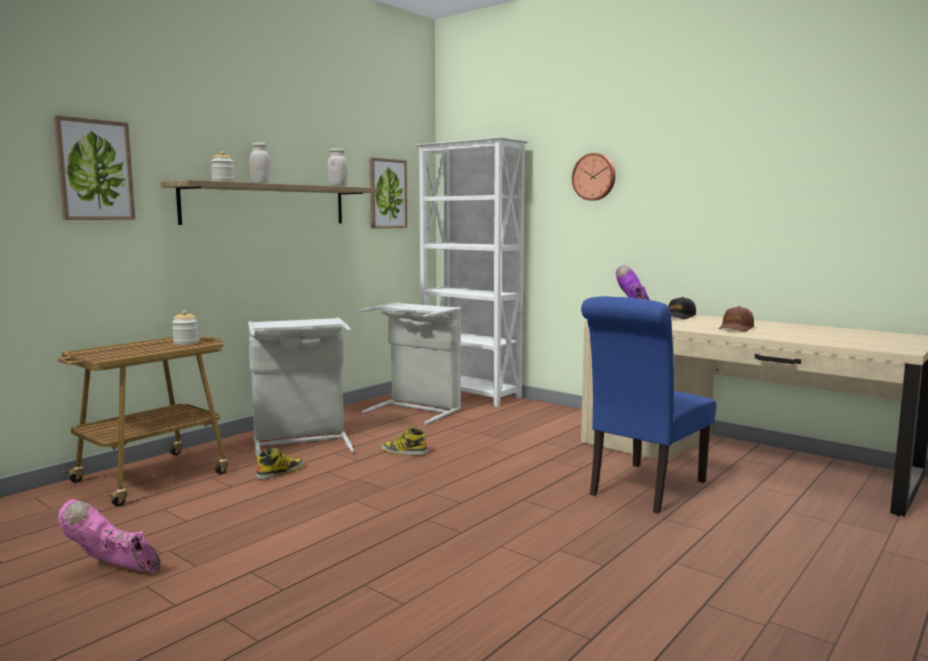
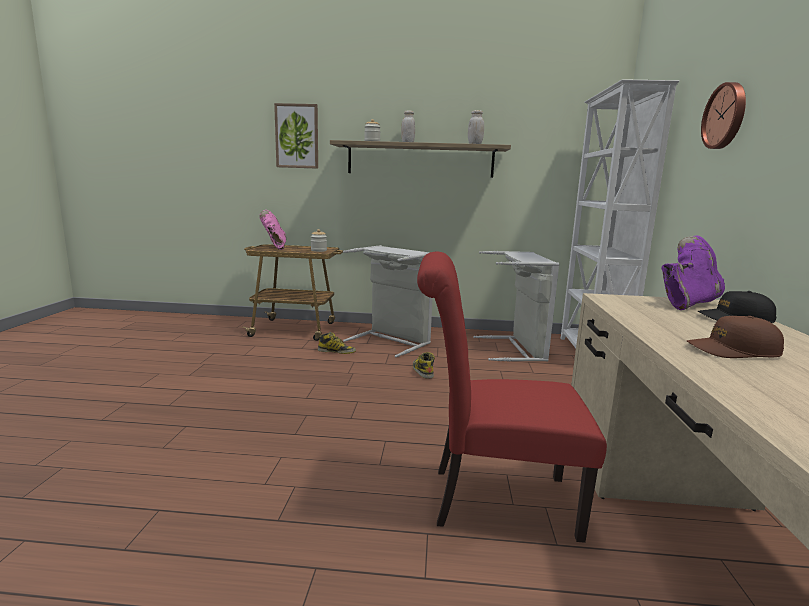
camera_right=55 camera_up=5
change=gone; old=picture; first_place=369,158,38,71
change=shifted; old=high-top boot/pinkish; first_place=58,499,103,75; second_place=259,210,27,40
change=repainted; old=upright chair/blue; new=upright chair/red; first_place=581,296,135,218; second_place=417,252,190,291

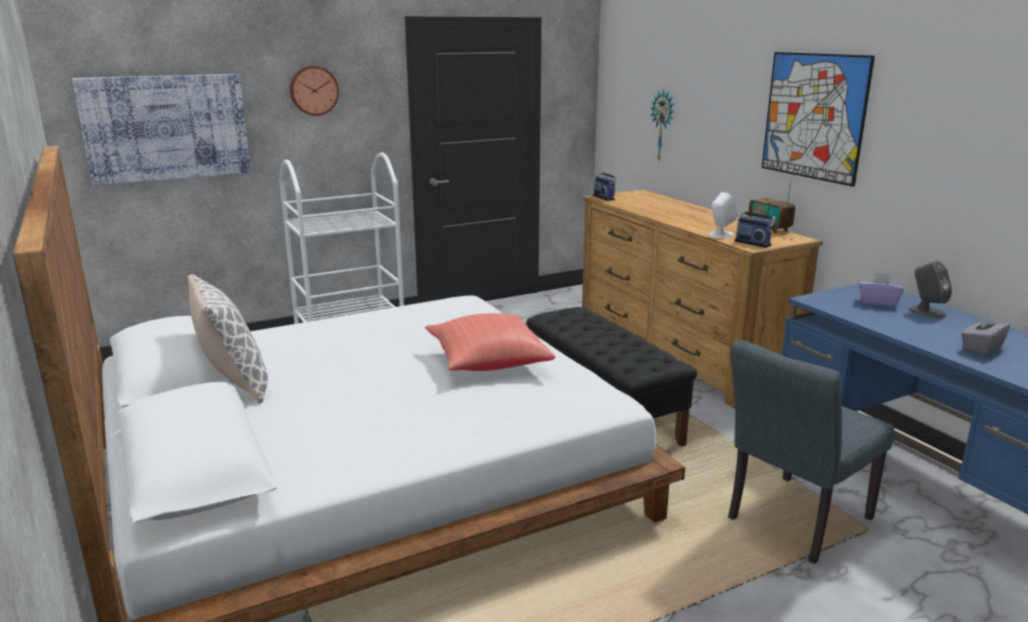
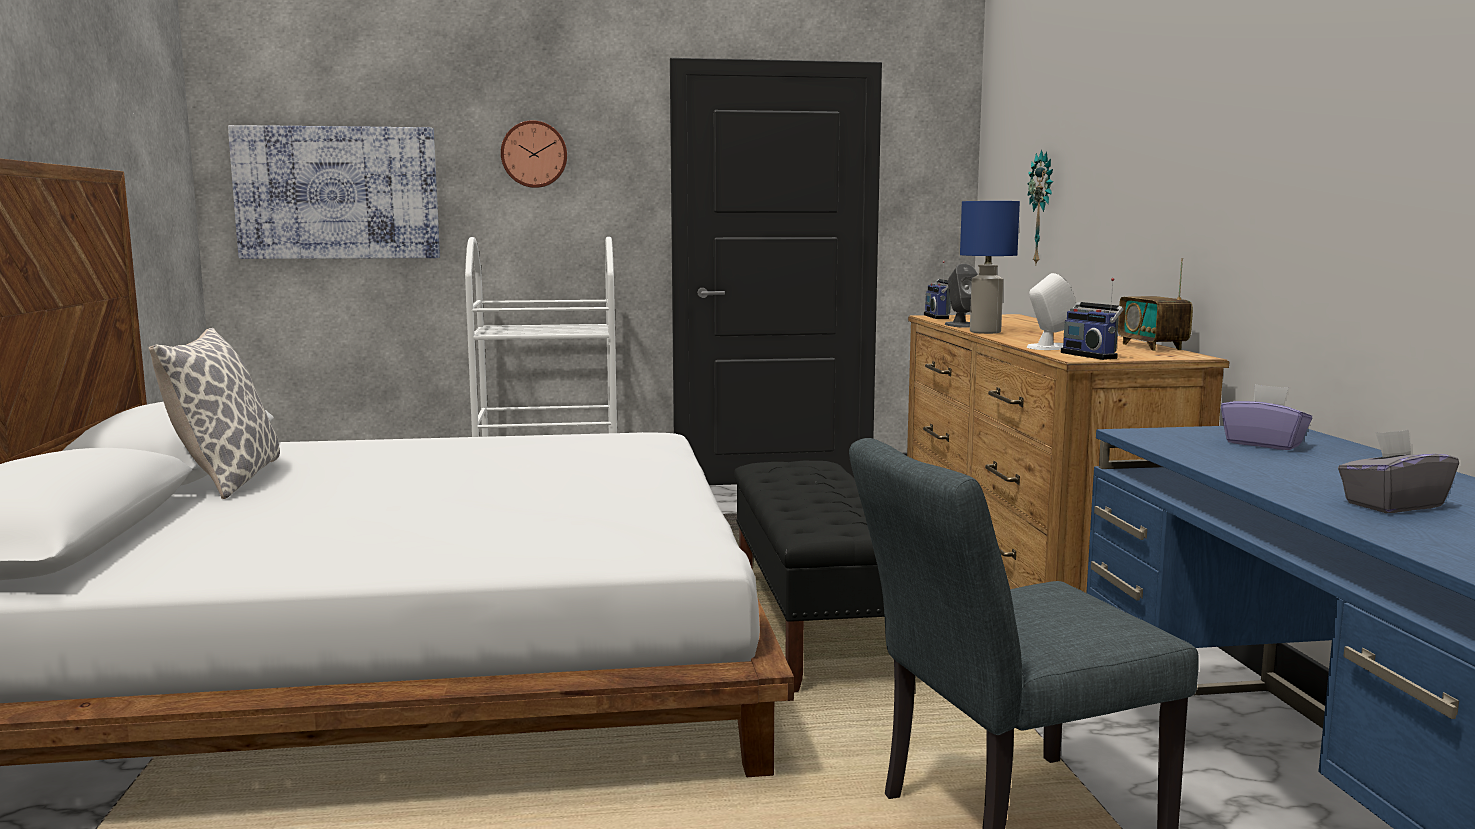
camera_right=20 camera_up=-10
change=gone; old=pillow/red; first_place=425,313,130,58
change=gone; old=picture; first_place=762,52,113,135
change=new; new=table lamp/blue; second_place=960,201,60,133
change=shifted; old=speaker/gray; first_place=908,261,44,57; second_place=945,264,33,64

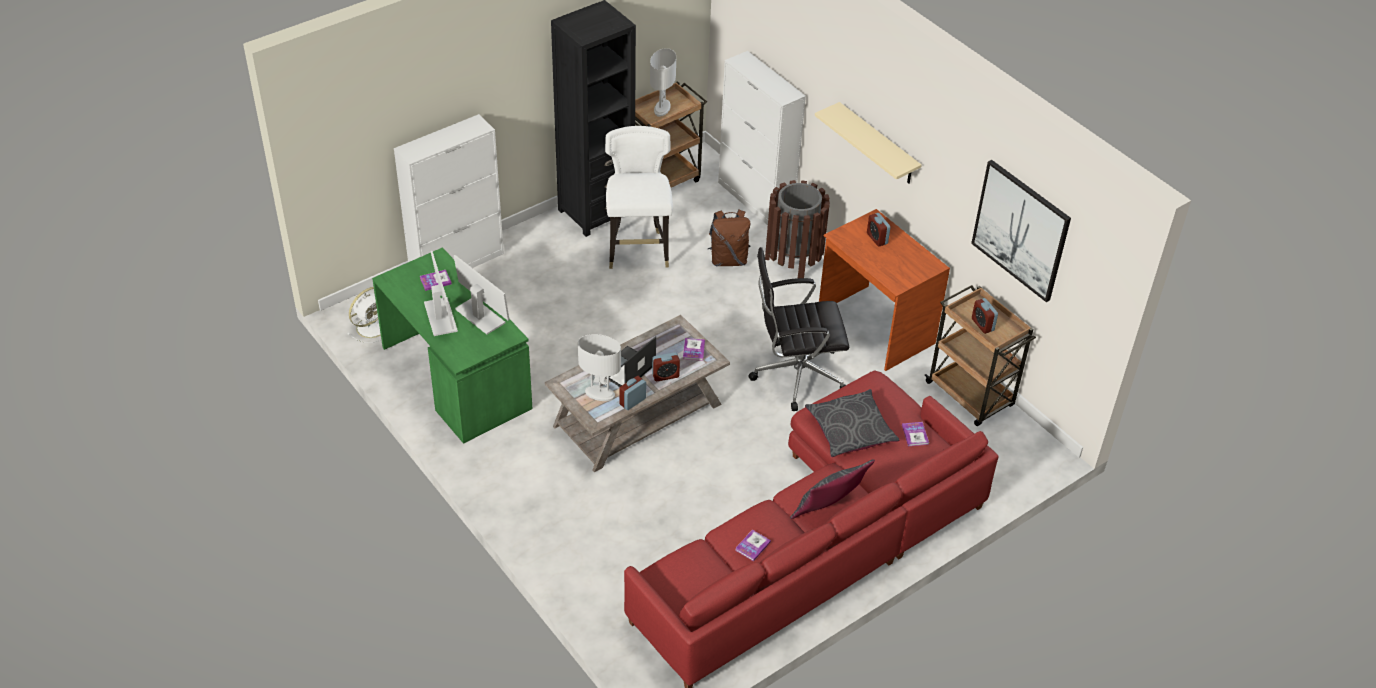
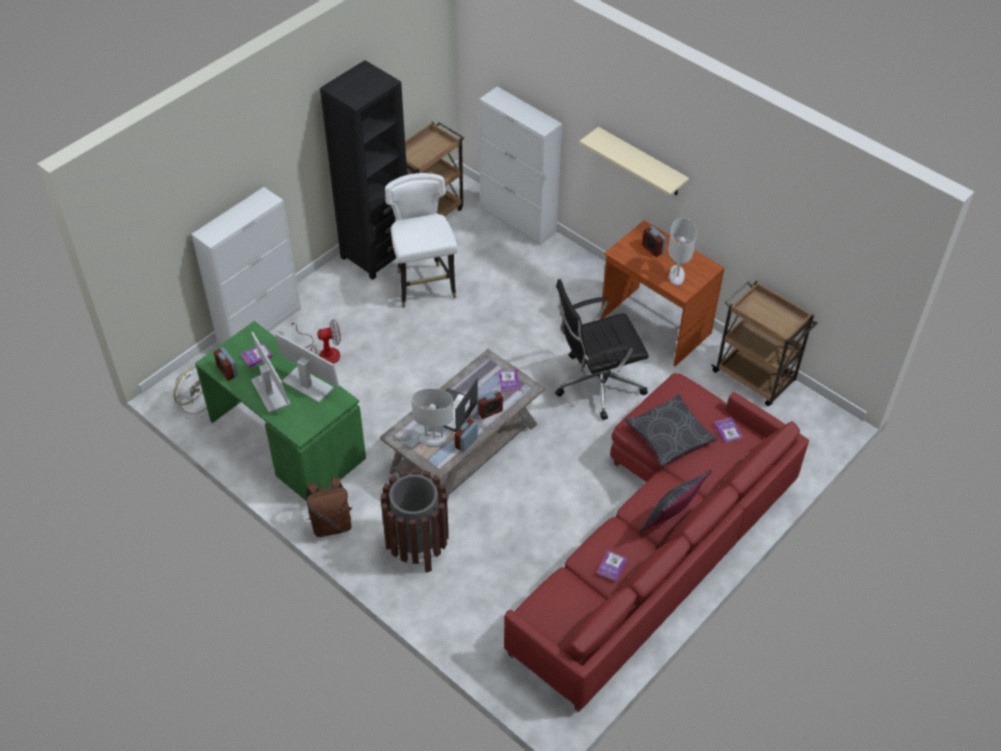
camera_right=-10 camera_up=5
change=gone; old=picture; first_place=971,160,100,142
change=new; new=electric fan; second_place=291,319,50,45
change=shifted; old=table lamp/whitish; first_place=650,48,26,69; second_place=668,218,29,68
change=shifted; old=knapsack/brown-coloured; first_place=708,210,43,57; second_place=306,477,46,60
change=shifted; old=waste bin/brown-coloured; first_place=765,180,65,98; second_place=380,469,69,104
change=shifted; old=alarm clock; first_place=972,298,26,36; second_place=214,347,24,34

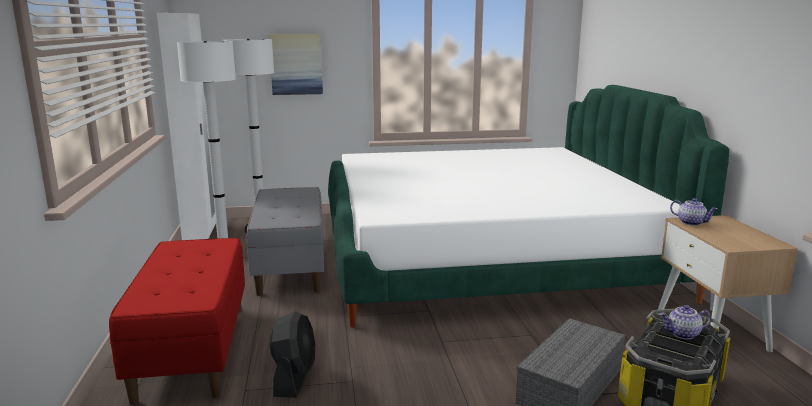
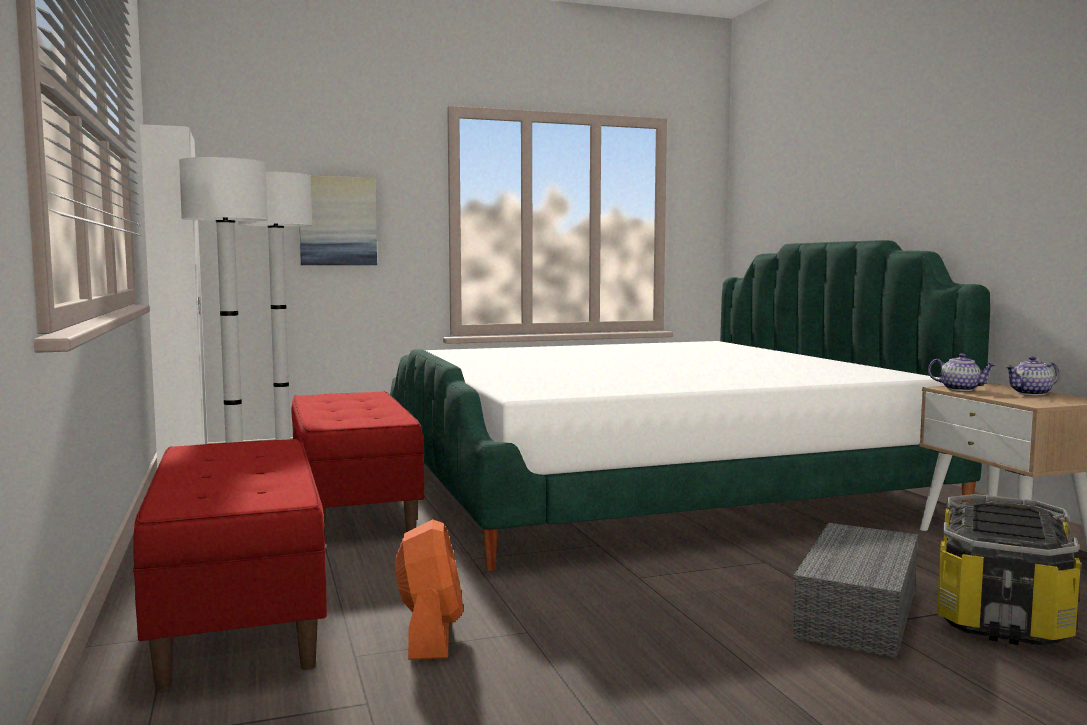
camera_right=-10 camera_up=-10
change=shifted; old=tea pot; first_place=660,305,51,35; second_place=1006,356,53,39
change=repainted; old=bench/gray; new=bench/red; first_place=247,187,77,109; second_place=292,391,132,146
change=repainted; old=electric fan/black; new=electric fan/orange-coloured; first_place=270,311,45,87; second_place=395,520,68,140

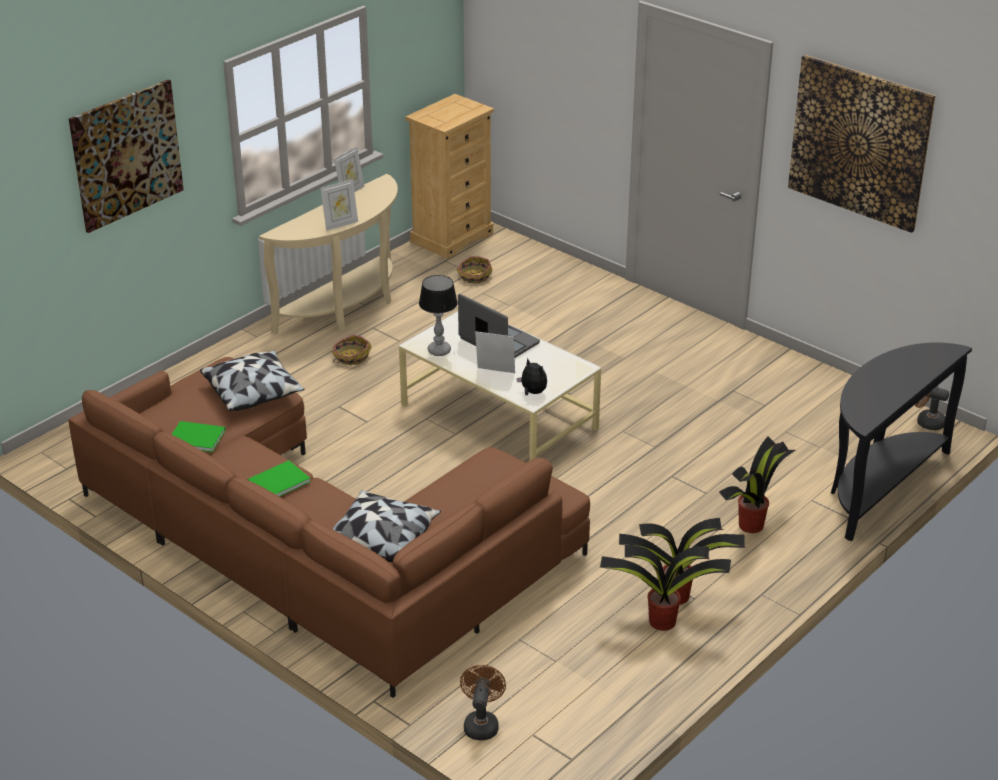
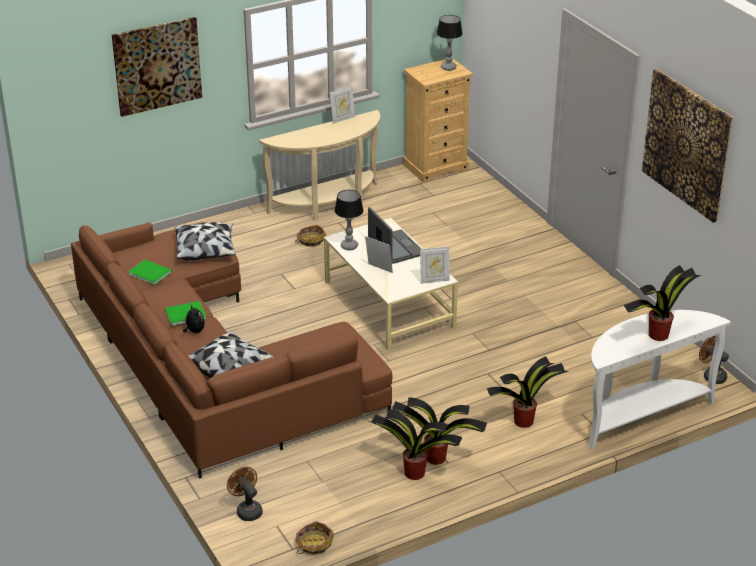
camera_right=20 camera_up=0
change=new; new=table lamp; second_place=437,15,26,56
change=new; new=houseplant; second_place=624,265,77,76
change=shifted; old=standing frame; first_place=320,179,38,52; second_place=420,246,30,38
change=shifted; old=household basket; first_place=457,256,35,27; second_place=295,521,39,34
change=shifted; old=cuddly toy; first_place=517,358,30,37; second_place=183,305,22,28
change=repainted; old=narrow table/black; new=narrow table/whitish; first_place=831,342,141,199; second_place=588,310,143,140
change=rotated; old=electric fan/brown-coloured; first_place=460,665,46,75; second_place=227,467,36,54; degrees=-60

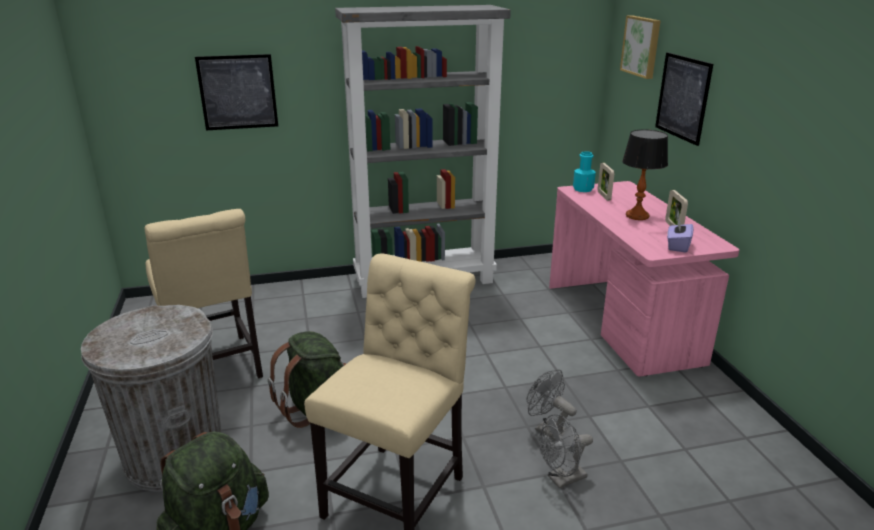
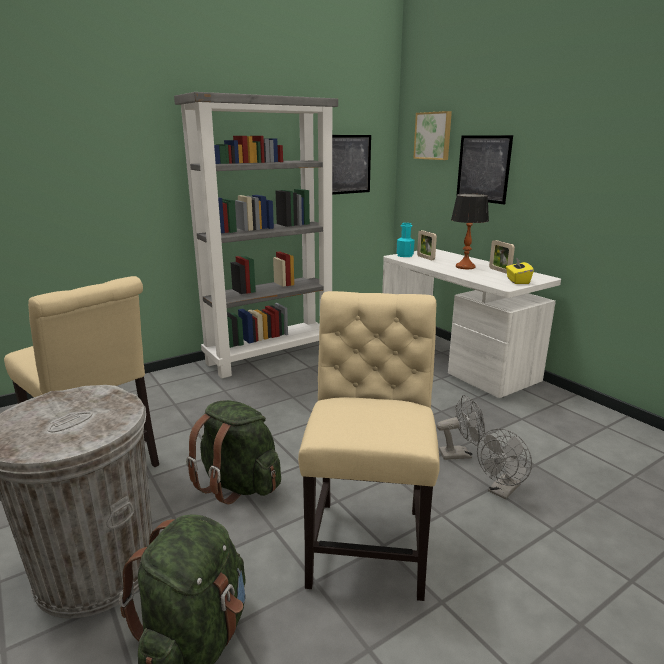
camera_right=-20 camera_up=-5
change=shifted; old=picture; first_place=195,54,83,76; second_place=332,135,39,60
change=repainted; old=desk/pinkish; new=desk/whitish; first_place=549,181,190,195; second_place=382,249,179,149
change=repainted; old=tissue box/purple; new=tissue box/yellow; first_place=667,218,26,35; second_place=506,258,28,26
change=rotated; old=electric fan/gray; first_place=527,369,50,71; second_place=437,395,48,65; degrees=150

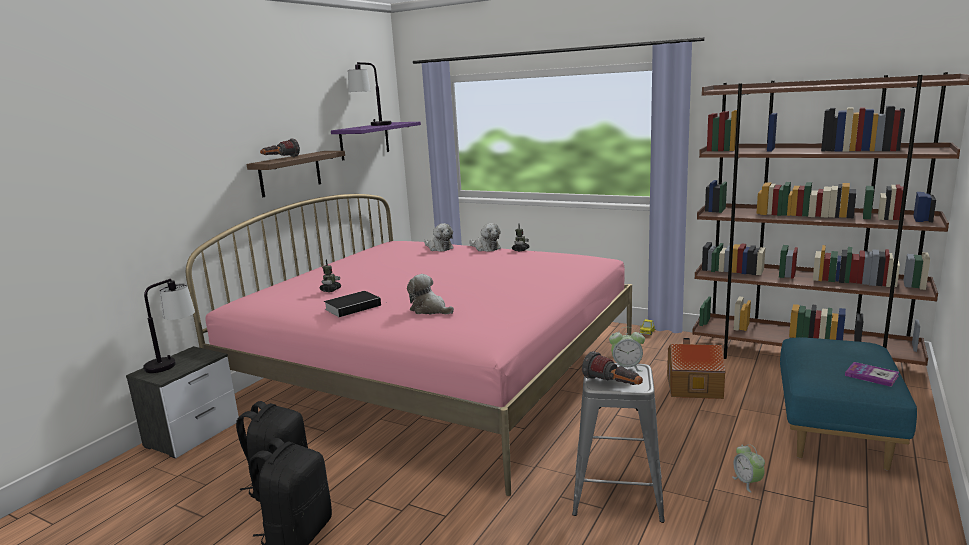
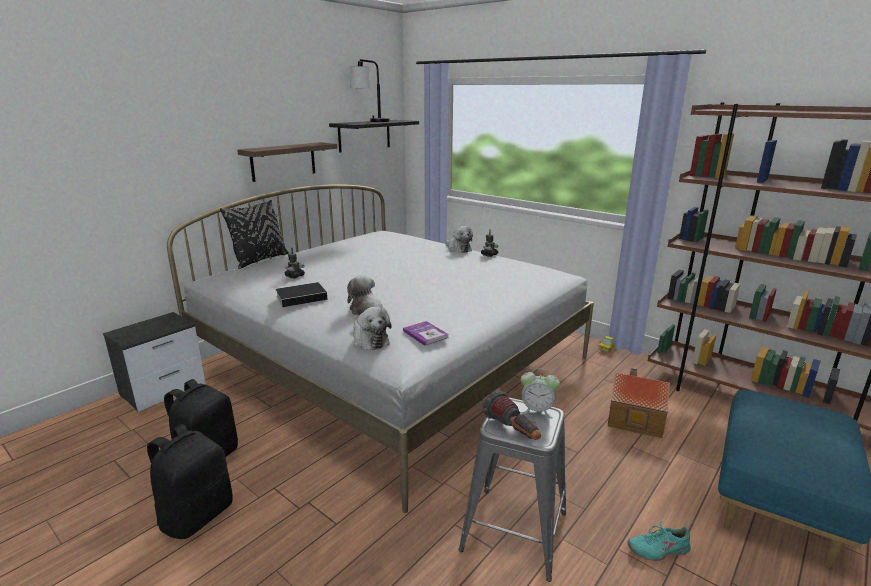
camera_right=10 camera_up=5
change=gone; old=table lamp; first_place=143,279,52,94
change=gone; old=flashlight; first_place=260,139,40,18
change=new; new=pillow/black; second_place=220,200,69,69
change=shifted; old=cuddly toy; first_place=424,223,30,29; second_place=353,306,39,44
change=shifted; old=bound book; first_place=845,362,54,25; second_place=403,321,46,25
change=swapped; old=alarm clock; new=item of footwear/turquoise-coloured; first_place=732,444,33,49; second_place=628,521,63,40
change=repainted; old=sleeping bed/pinkish; new=sleeping bed/whitish; first_place=186,194,446,302; second_place=167,184,427,329
change=repainted; old=shelf/purple; new=shelf/black; first_place=331,122,90,39; second_place=329,120,90,33

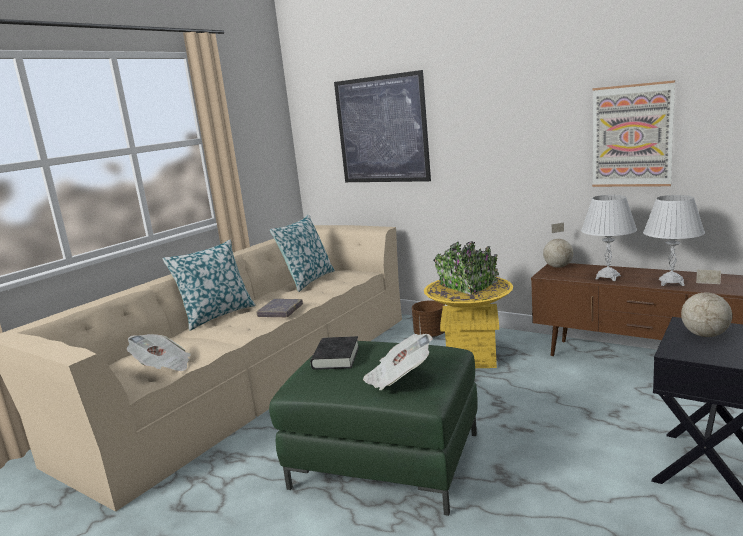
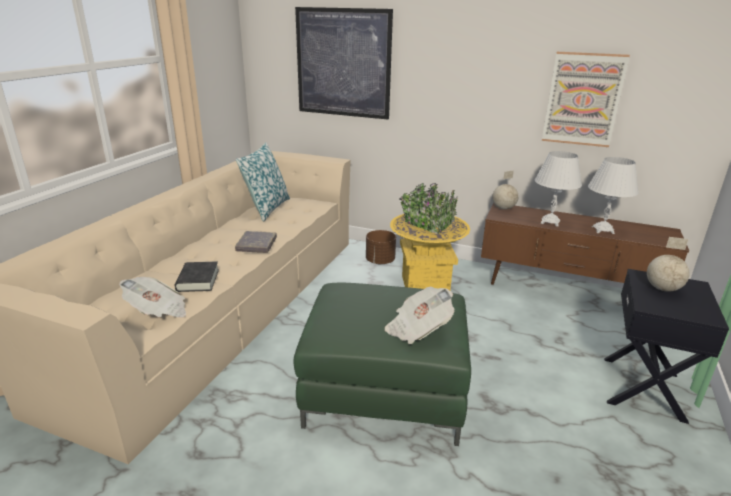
camera_right=-15 camera_up=10
change=gone; old=pillow; first_place=162,240,94,90
change=shifted; old=bound book/black; first_place=310,336,49,34; second_place=175,261,44,31

